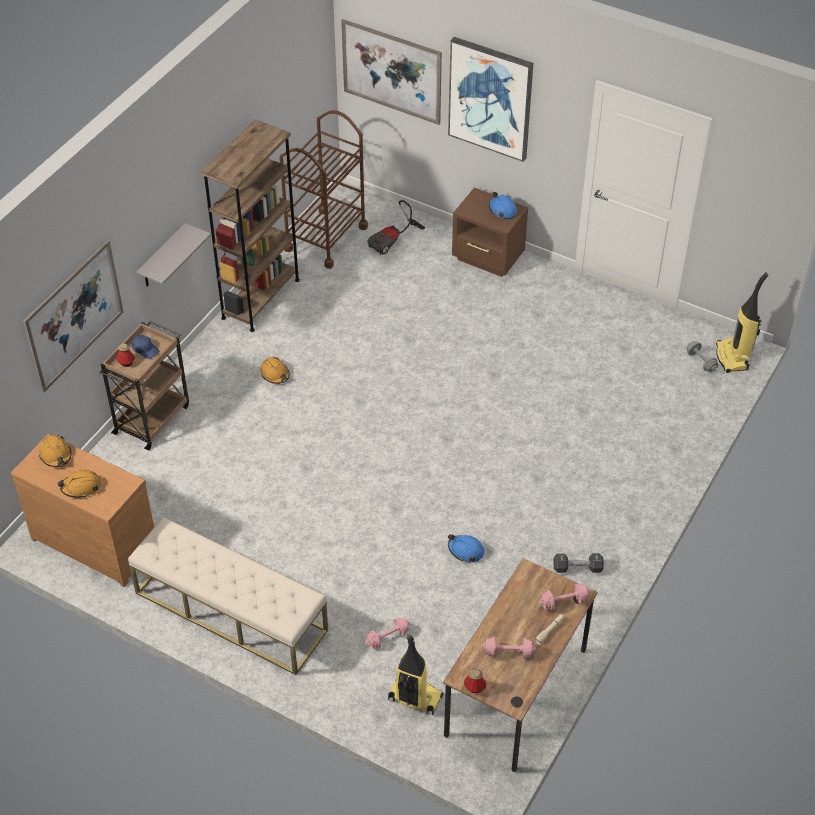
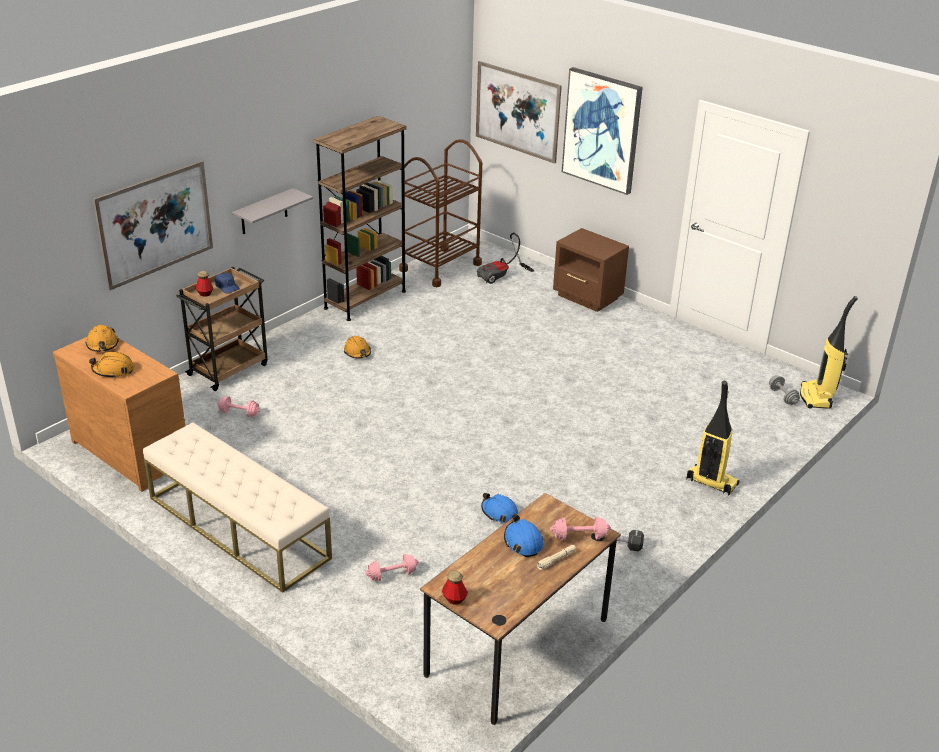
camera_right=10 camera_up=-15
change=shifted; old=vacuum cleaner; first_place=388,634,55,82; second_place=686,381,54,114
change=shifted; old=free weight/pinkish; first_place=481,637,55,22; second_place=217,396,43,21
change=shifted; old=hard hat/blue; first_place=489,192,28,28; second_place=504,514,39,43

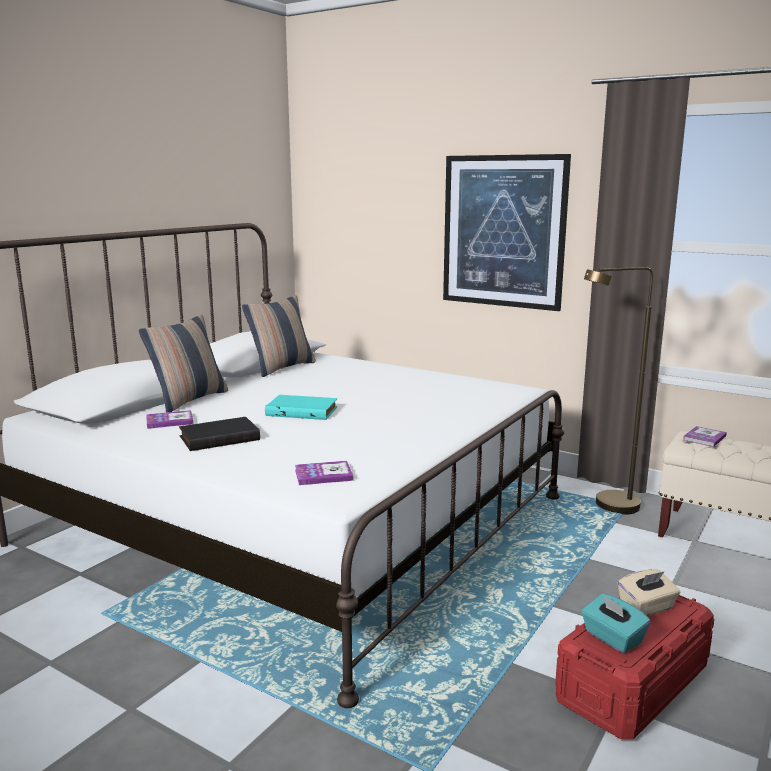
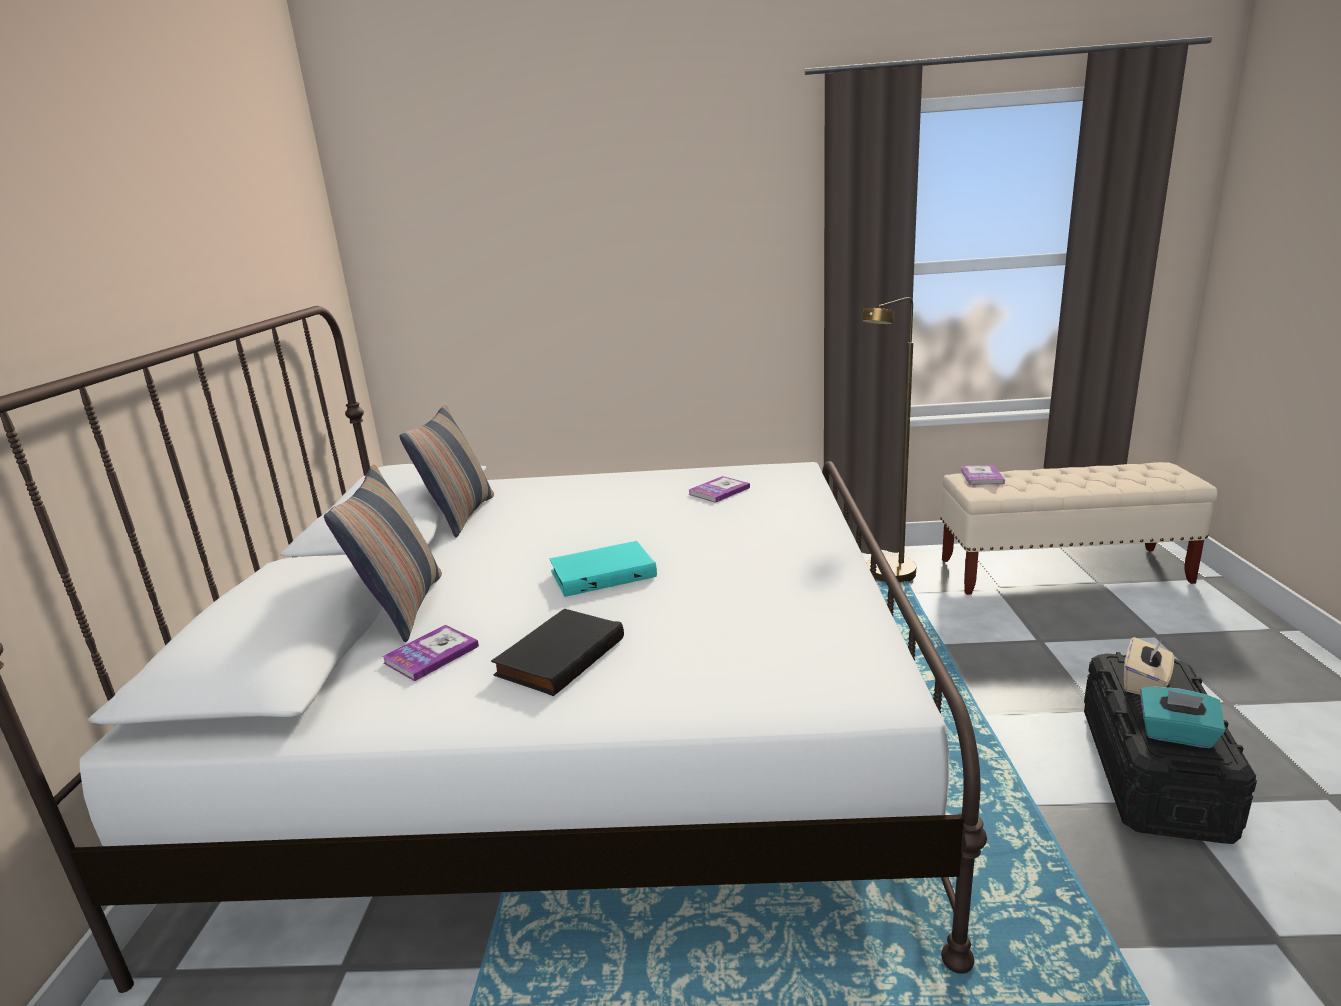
camera_right=-30 camera_up=5
change=gone; old=picture; first_place=443,154,128,157
change=shifted; old=bound book; first_place=295,461,59,24; second_place=688,476,62,27
change=repainted; old=storage box/red; new=storage box/black; first_place=555,595,159,145; second_place=1084,652,173,192

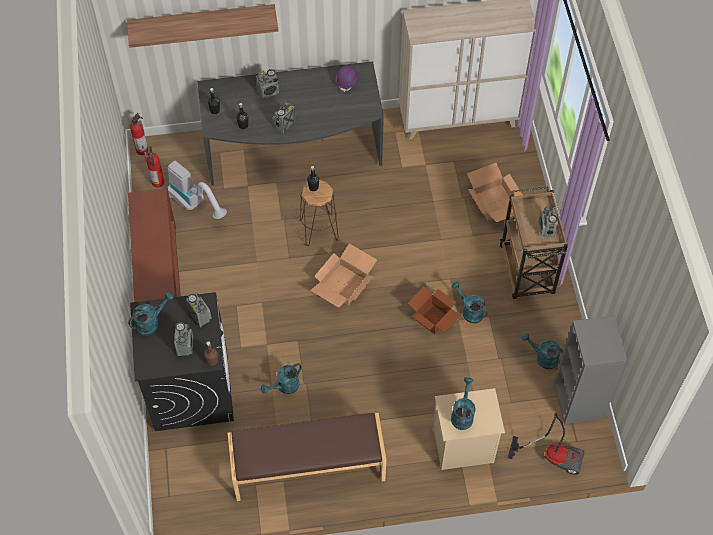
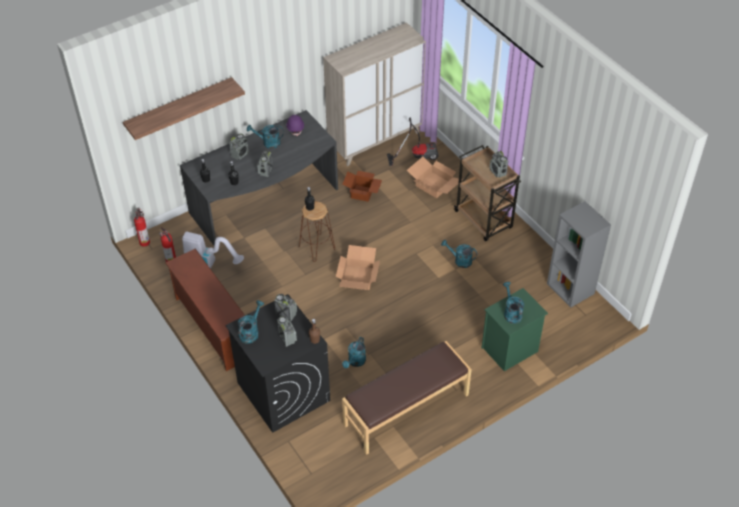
camera_right=-25 camera_up=-10
change=shifted; old=carton; first_place=408,287,53,47; second_place=342,171,40,31
change=shifted; old=vacuum cleaner; first_place=508,413,76,62; second_place=387,118,52,48
change=shifted; old=watering pot/turquoise-coloured; first_place=522,333,42,36; second_place=247,125,37,24
change=repainted; old=nightstand/sand-coloured; new=nightstand/greenish; first_place=432,388,73,82; second_place=482,288,66,83

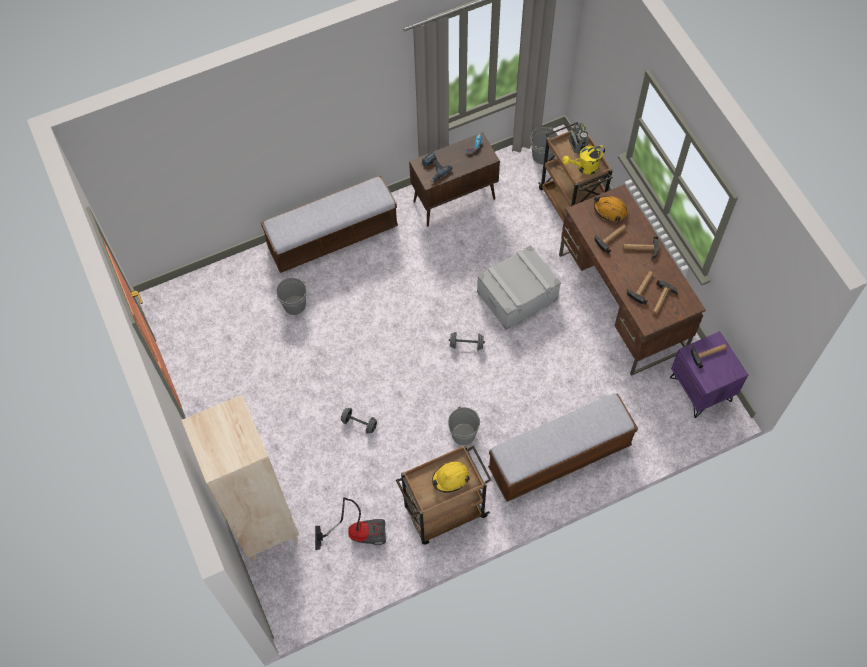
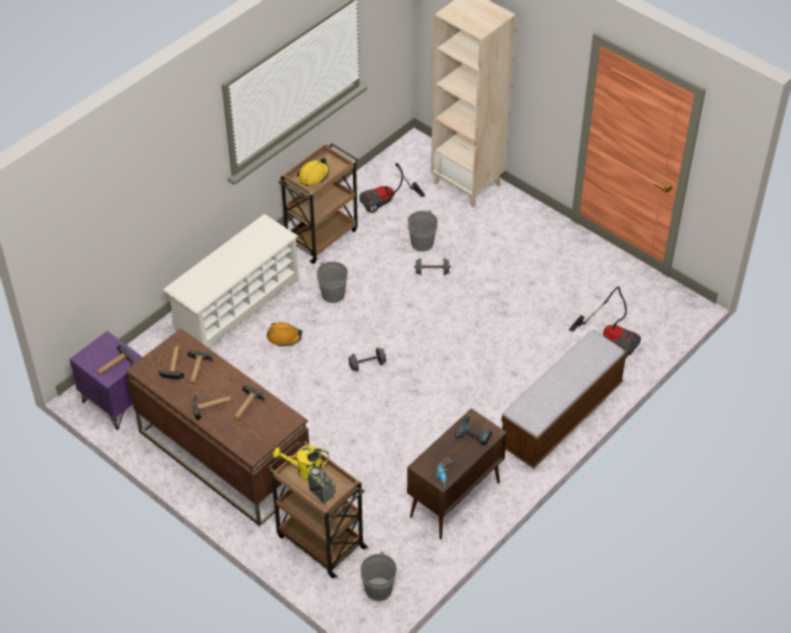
camera_right=155 camera_up=-15
change=gone; old=storage box/gray; first_place=477,245,84,85
change=new; new=vacuum cleaner; second_place=569,286,72,70
change=shifted; old=pail/gray; first_place=276,278,30,37; second_place=408,210,30,42
change=shifted; old=hard hat/orange-coloured; first_place=594,196,33,25; second_place=267,322,35,25
change=swapped; old=bench; new=shoe stand/whitish; first_place=488,393,150,109; second_place=163,214,136,135
change=rotated; old=watering pot/yellow; first_place=563,145,42,29; second_place=273,446,56,34; degrees=-135

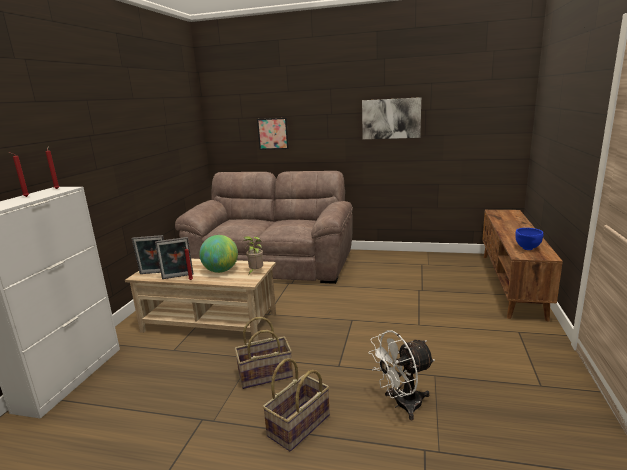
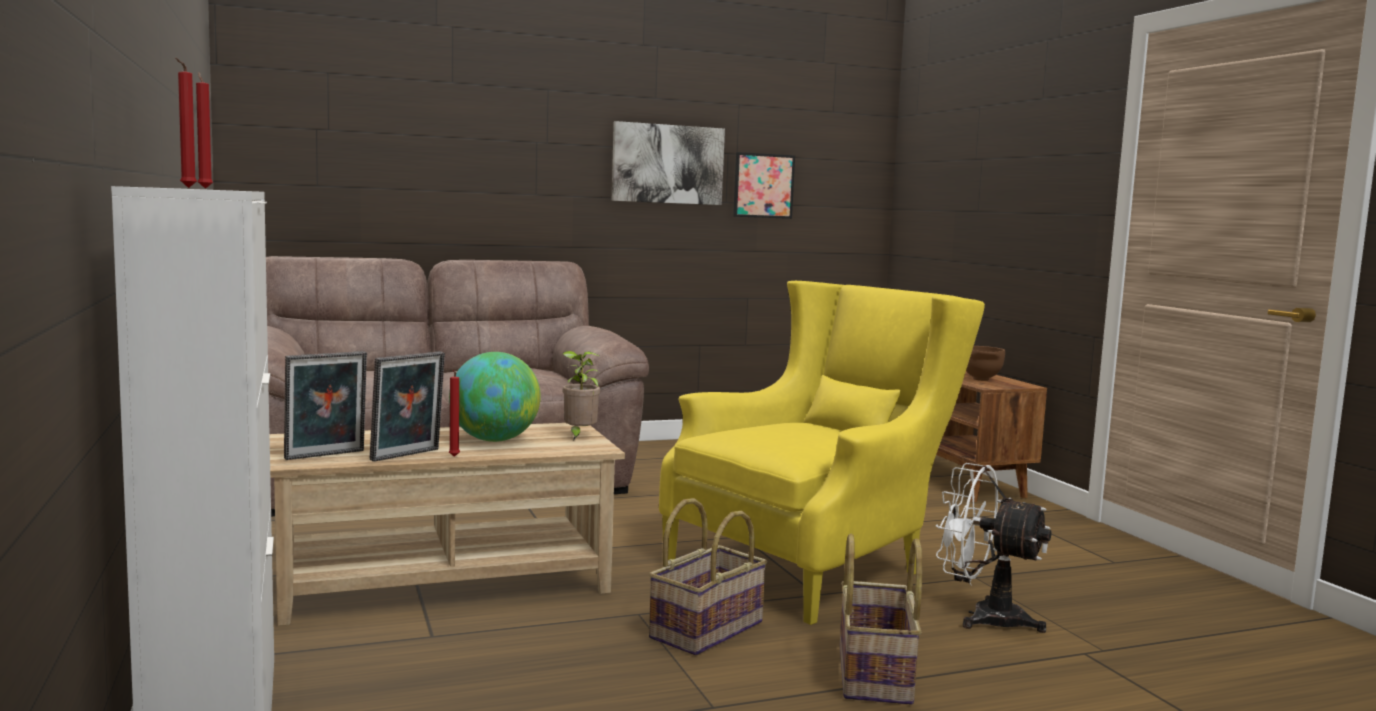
camera_right=-35 camera_up=-10
change=new; new=armchair/yellow; second_place=659,281,326,344
change=shifted; old=picture; first_place=257,118,32,32; second_place=733,152,62,67
change=repainted; old=deep dish/blue; new=deep dish/brown-coloured; first_place=515,228,28,22; second_place=966,346,39,35
change=rotated; old=electric fan/whitish; first_place=368,330,67,90; second_place=936,463,116,170; degrees=90

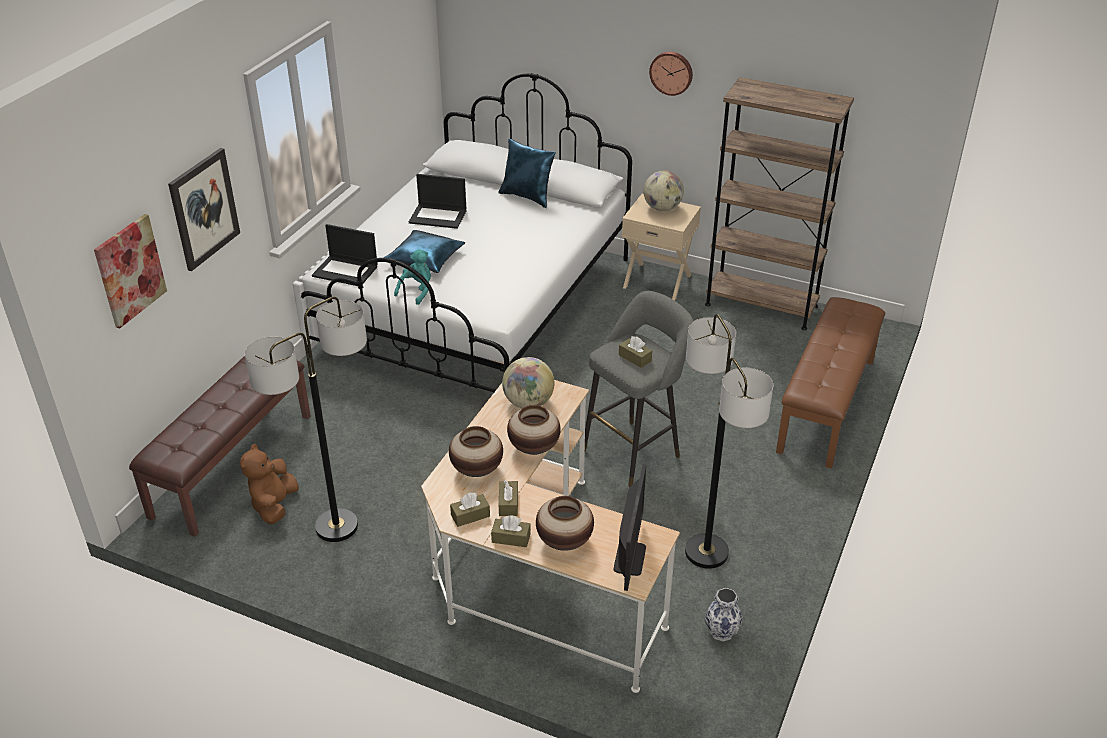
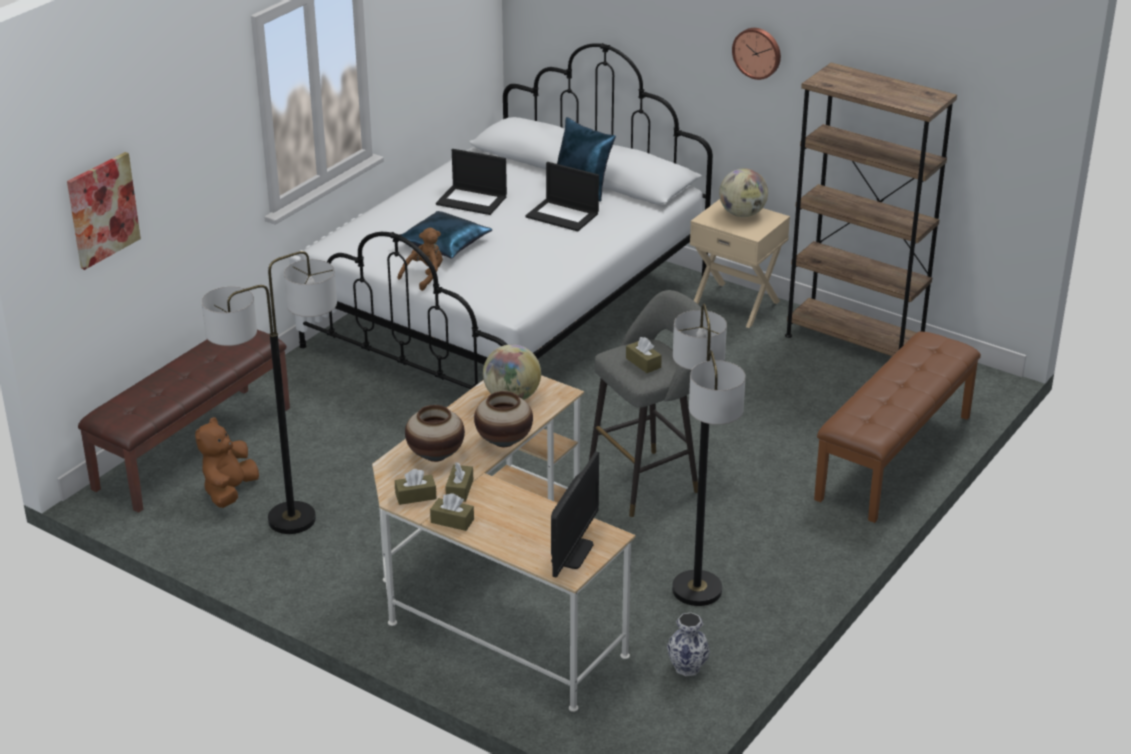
camera_right=10 camera_up=-5
change=gone; old=picture; first_place=168,148,72,123
change=gone; old=decorative vase; first_place=536,496,58,55
change=shifted; old=laptop; first_place=312,224,66,62; second_place=526,162,73,69
change=repainted; old=cuddly toy/turquoise-coloured; new=cuddly toy/brown-coloured; first_place=394,249,37,56; second_place=397,227,46,64

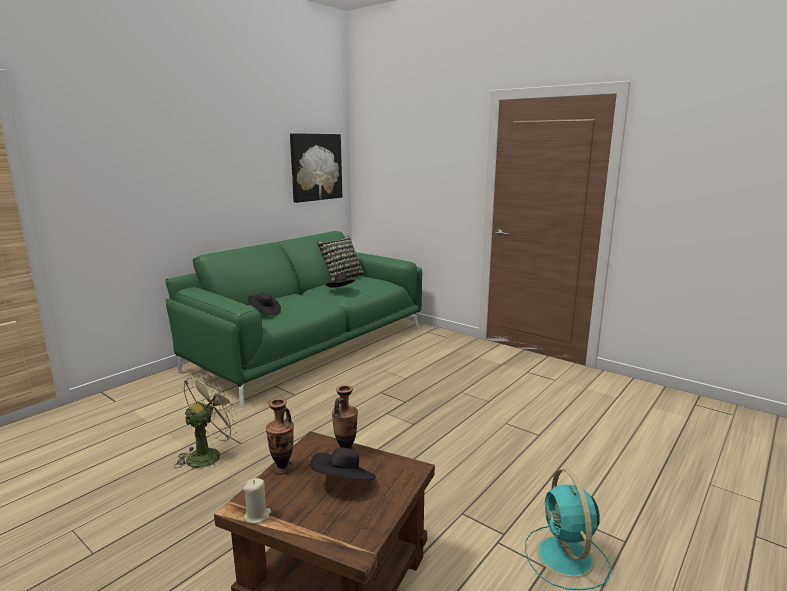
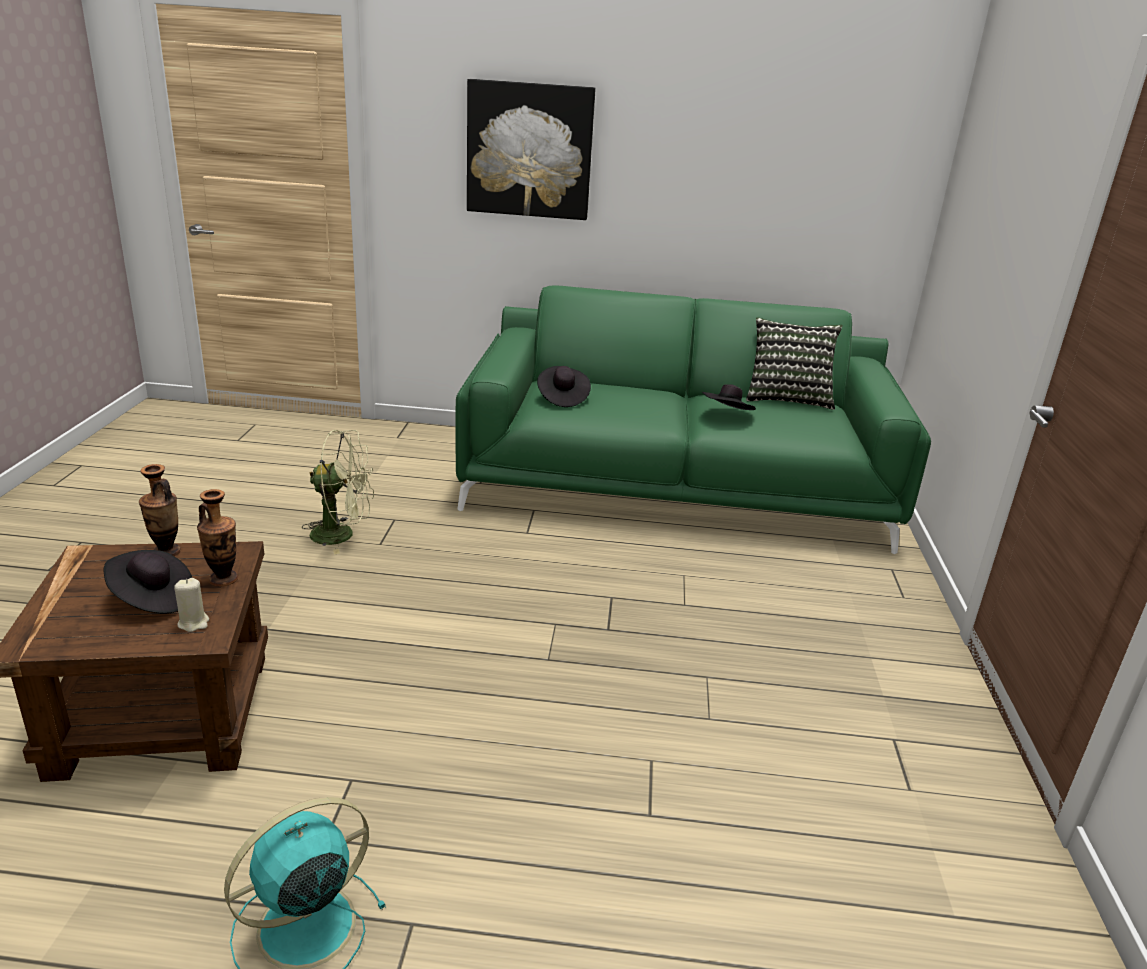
camera_right=55 camera_up=10
change=shifted; old=wax light/sand-coloured; first_place=243,478,28,46; second_place=174,578,35,54
change=shifted; old=picture; first_place=290,133,52,70; second_place=467,79,128,141

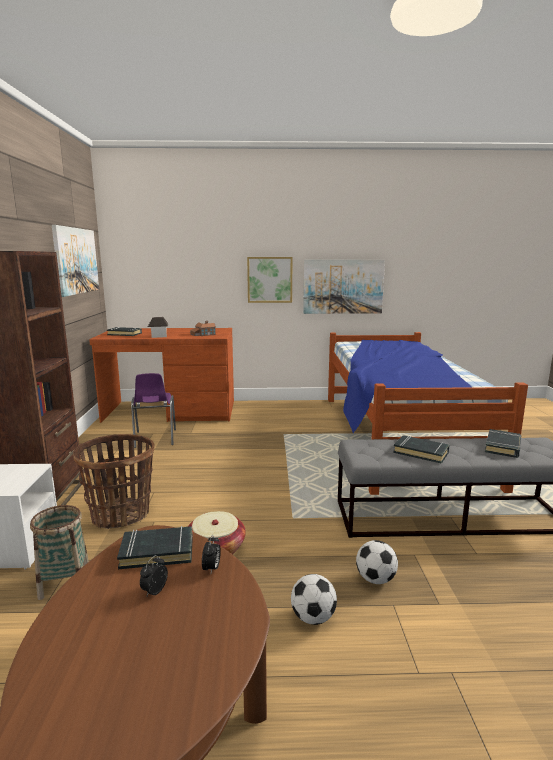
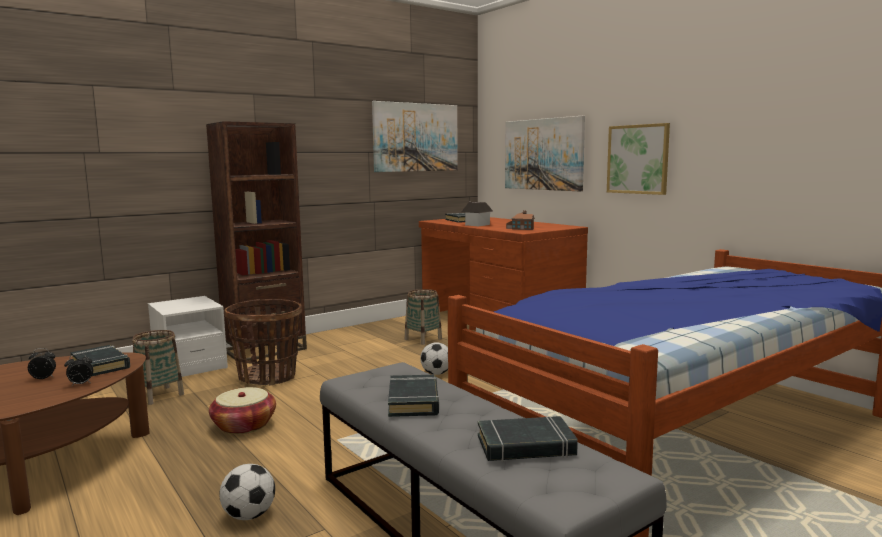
camera_right=55 camera_up=-5
change=shifted; old=football ball; first_place=291,574,46,51; second_place=420,342,28,33
change=shifted; old=picture; first_place=303,259,82,55; second_place=505,116,80,75
change=swapped; old=upright chair/purple; new=household basket; first_place=131,373,45,75; second_place=405,289,37,56

